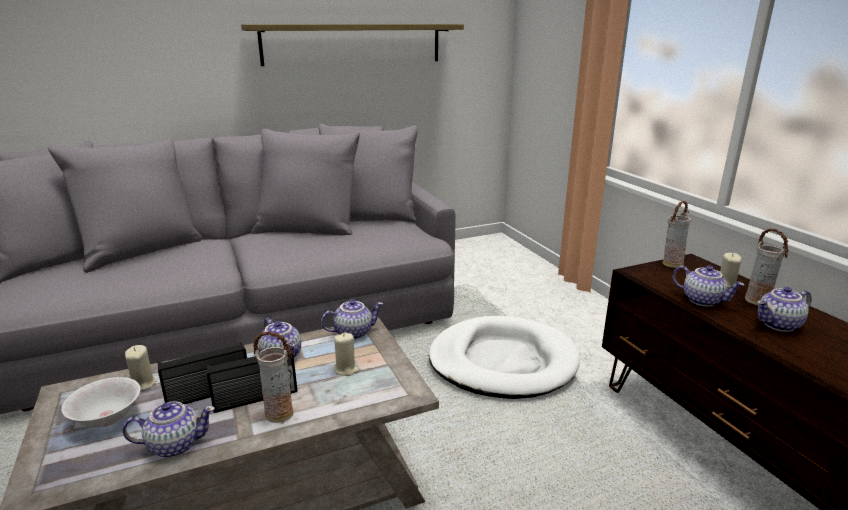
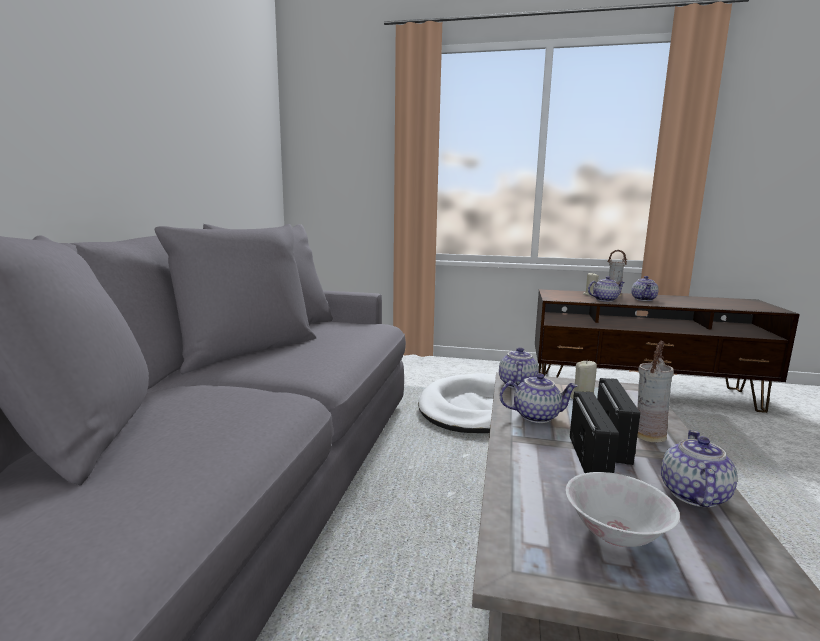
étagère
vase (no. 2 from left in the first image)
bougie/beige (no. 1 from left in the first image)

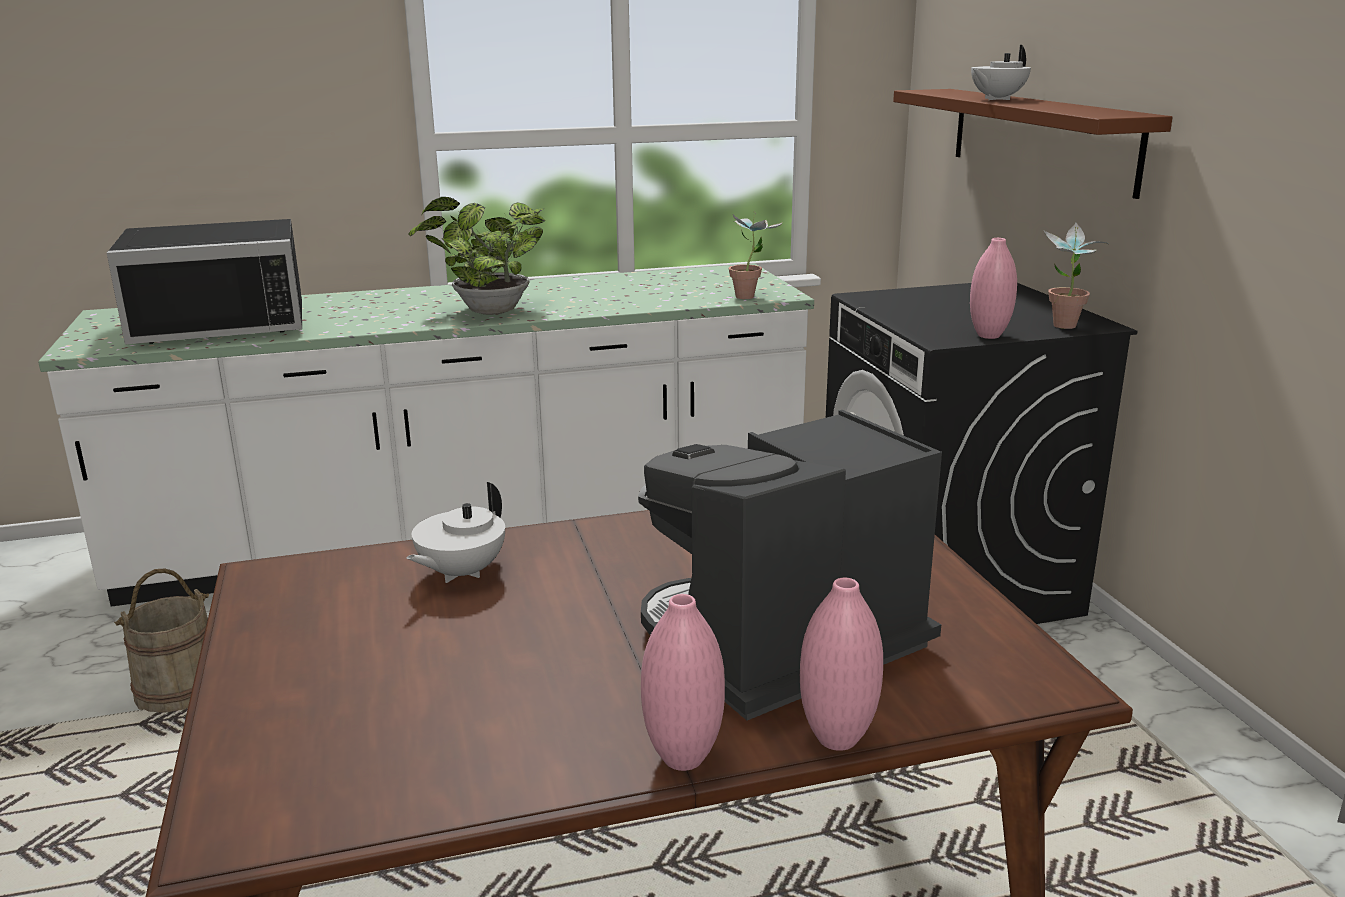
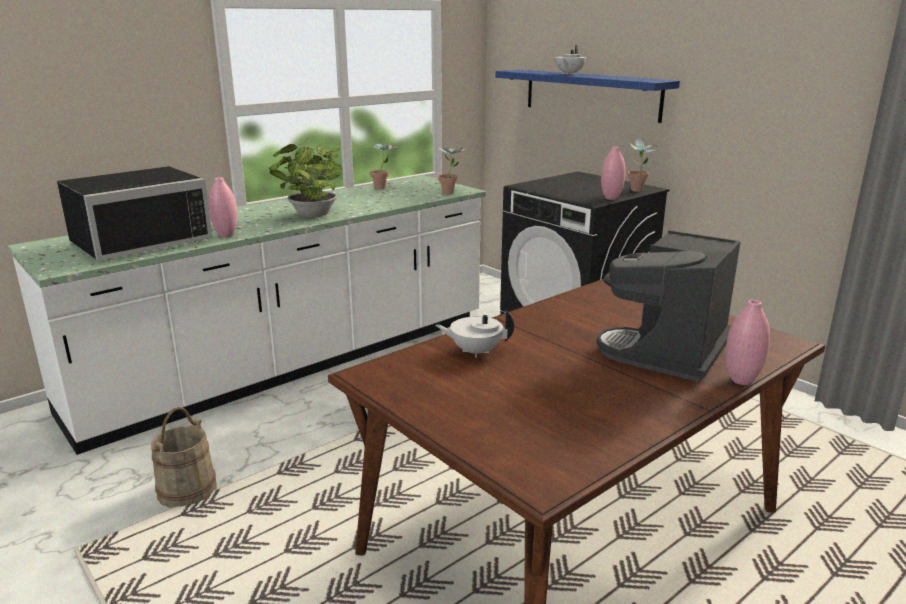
étagère/bleu
théière/blanc (no. 1 from left)
vase/rose (no. 1 from left)
plante en pot (no. 2 from left)

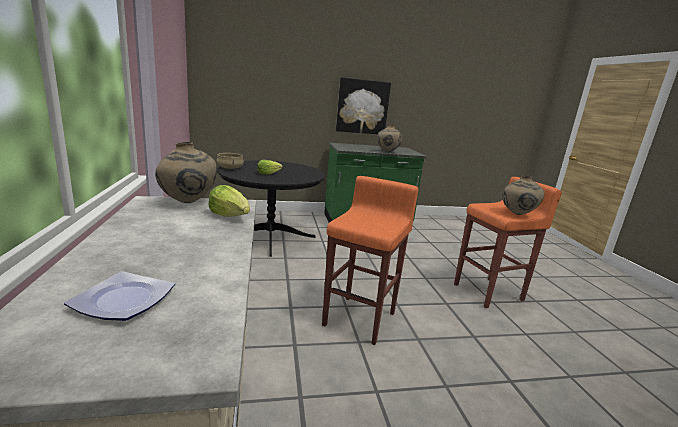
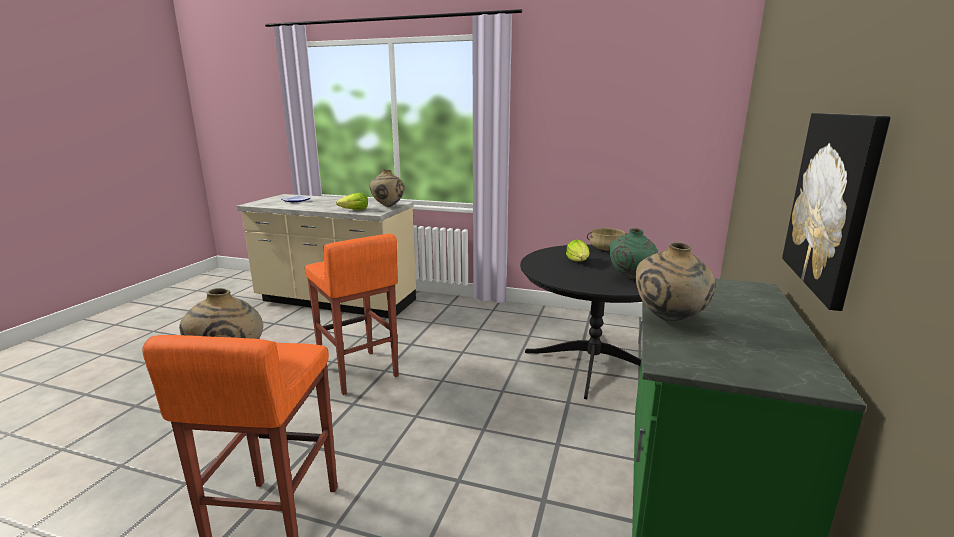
vase/vert

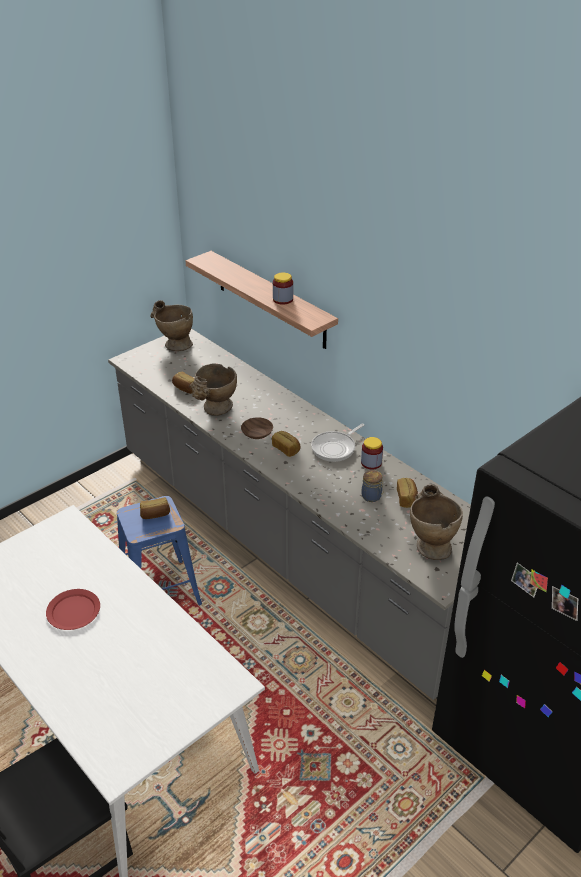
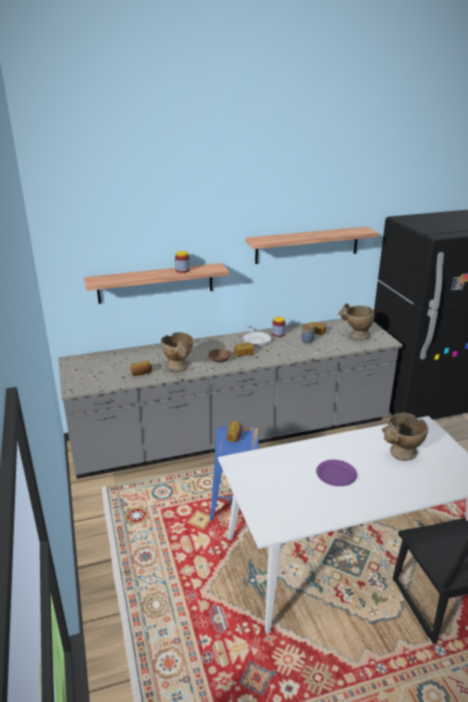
vase/beige (no. 3 from left)
assiette/violet
étagère (no. 2 from left)

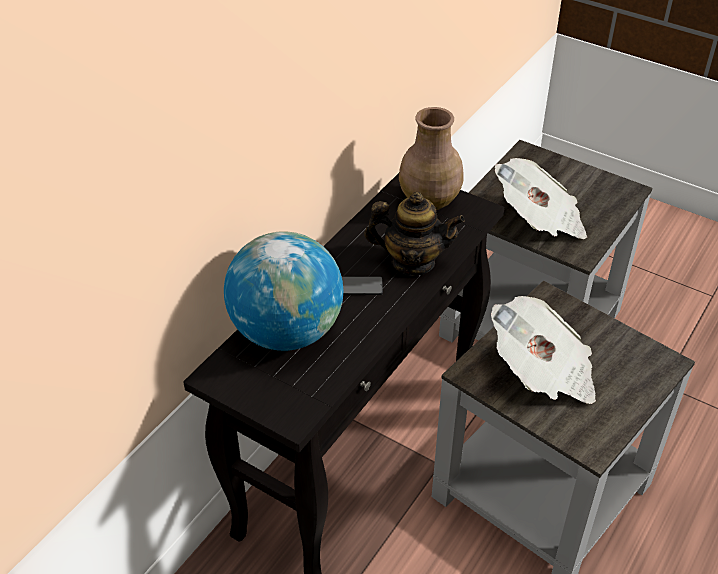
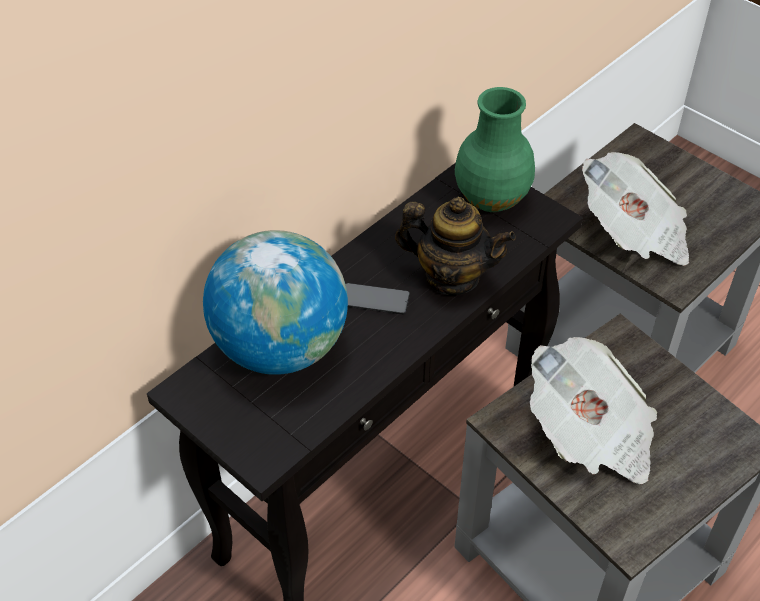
vase/vert

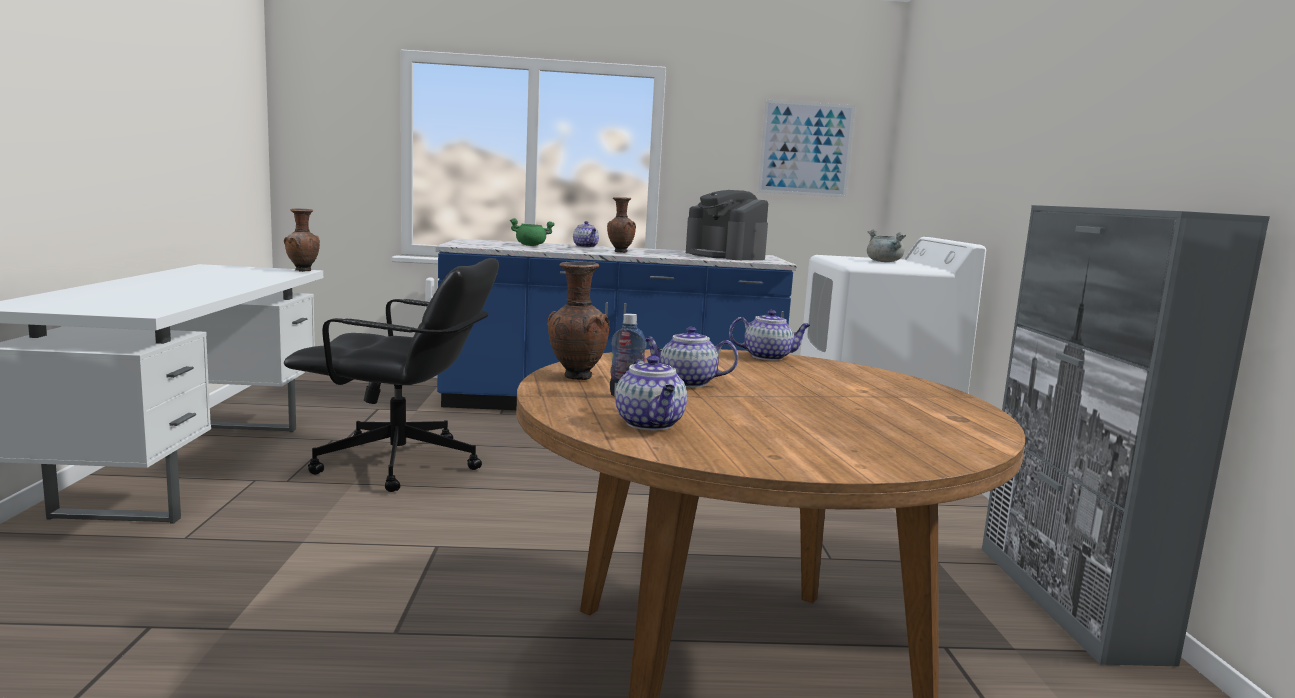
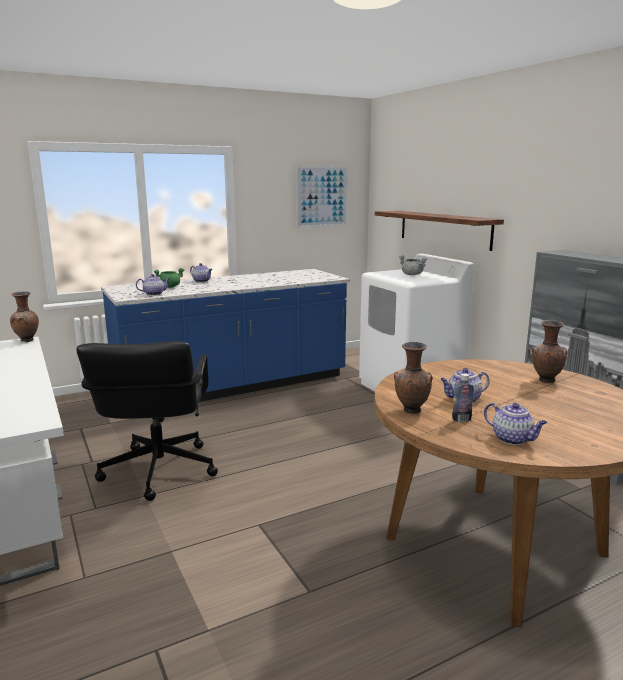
machine à café
vase/marron (no. 3 from left)
chaise de bureau/noir
théière (no. 1 from left)
étagère

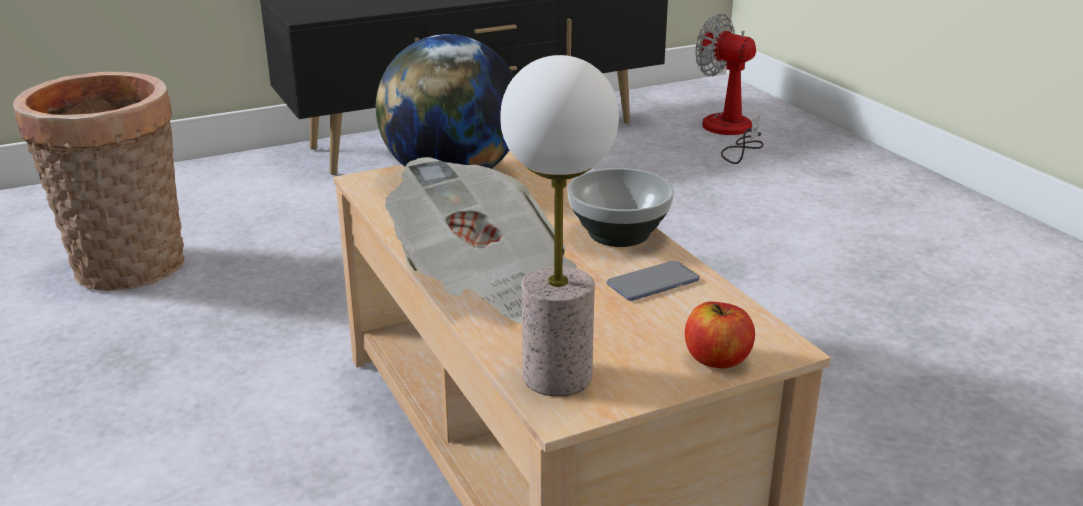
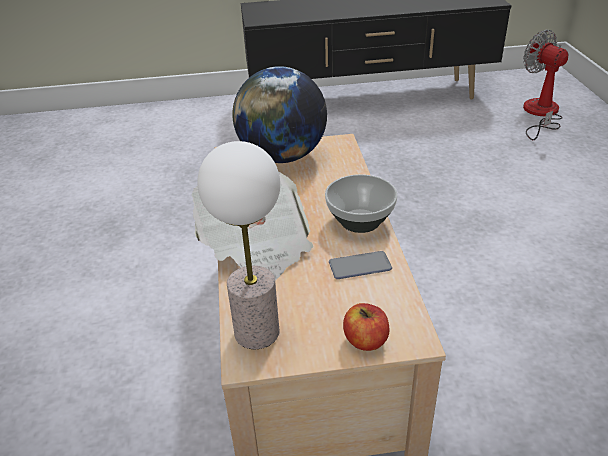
panier

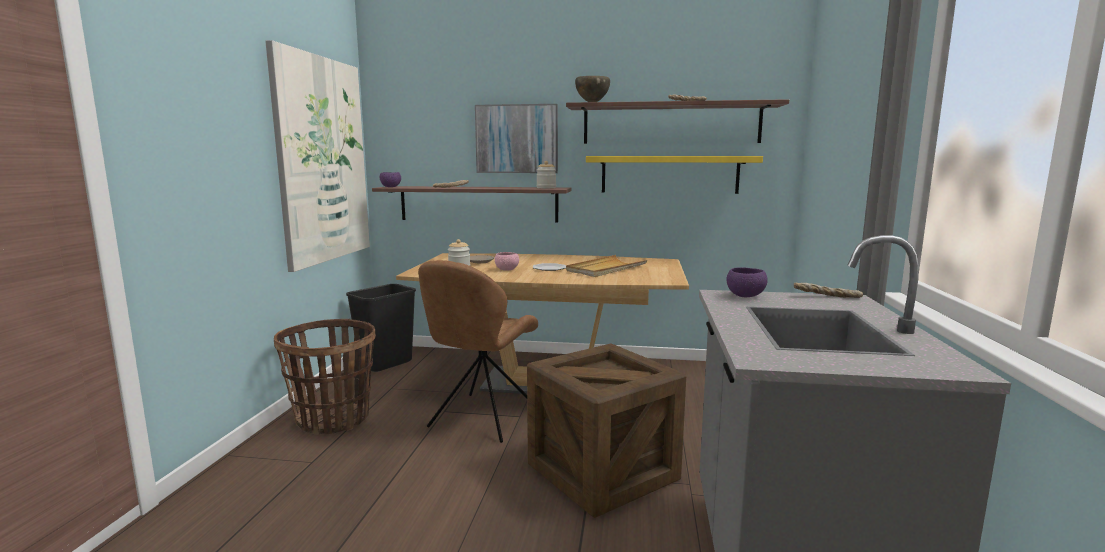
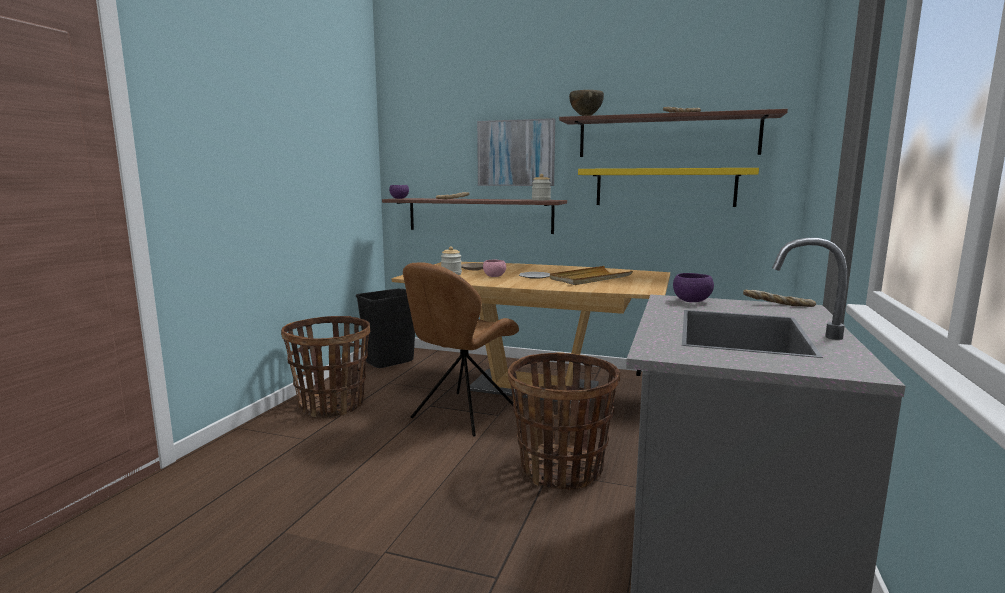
tableau (no. 1 from left in the first image)
panier (no. 2 from left)

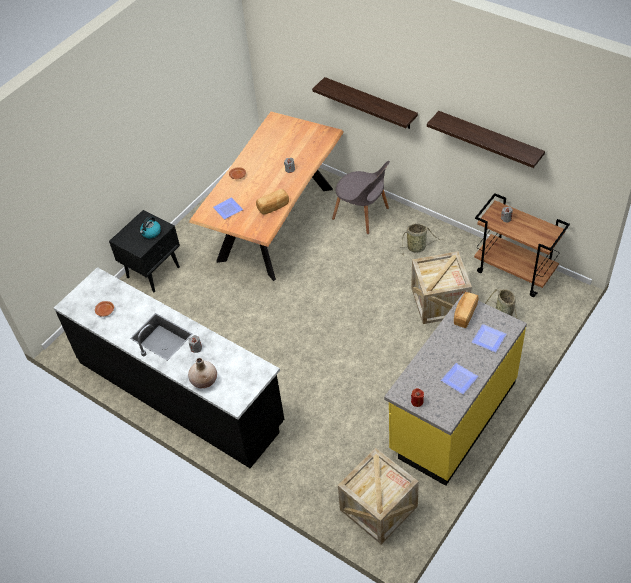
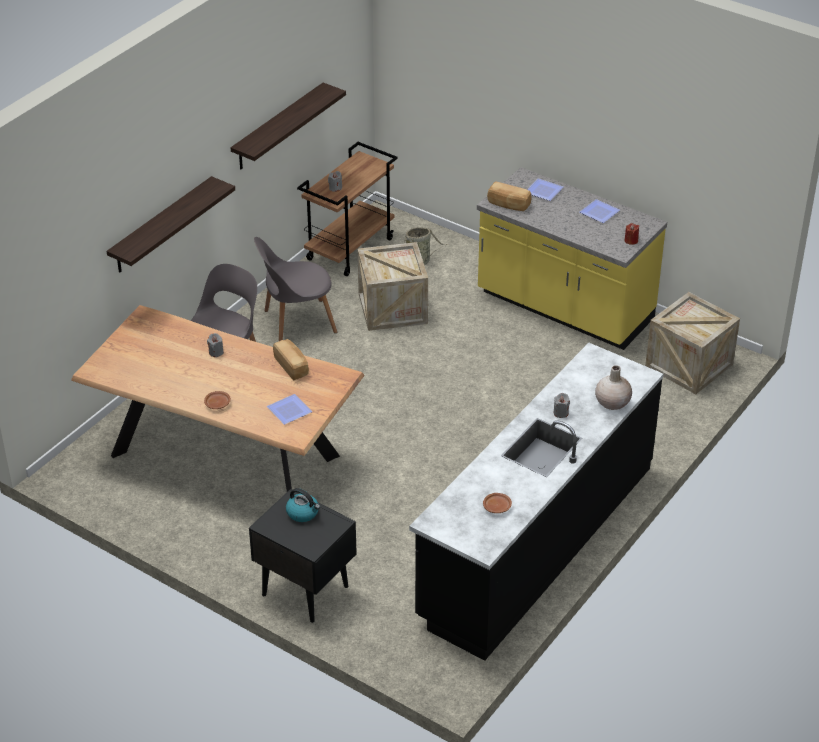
chaise/gris (no. 2 from left)

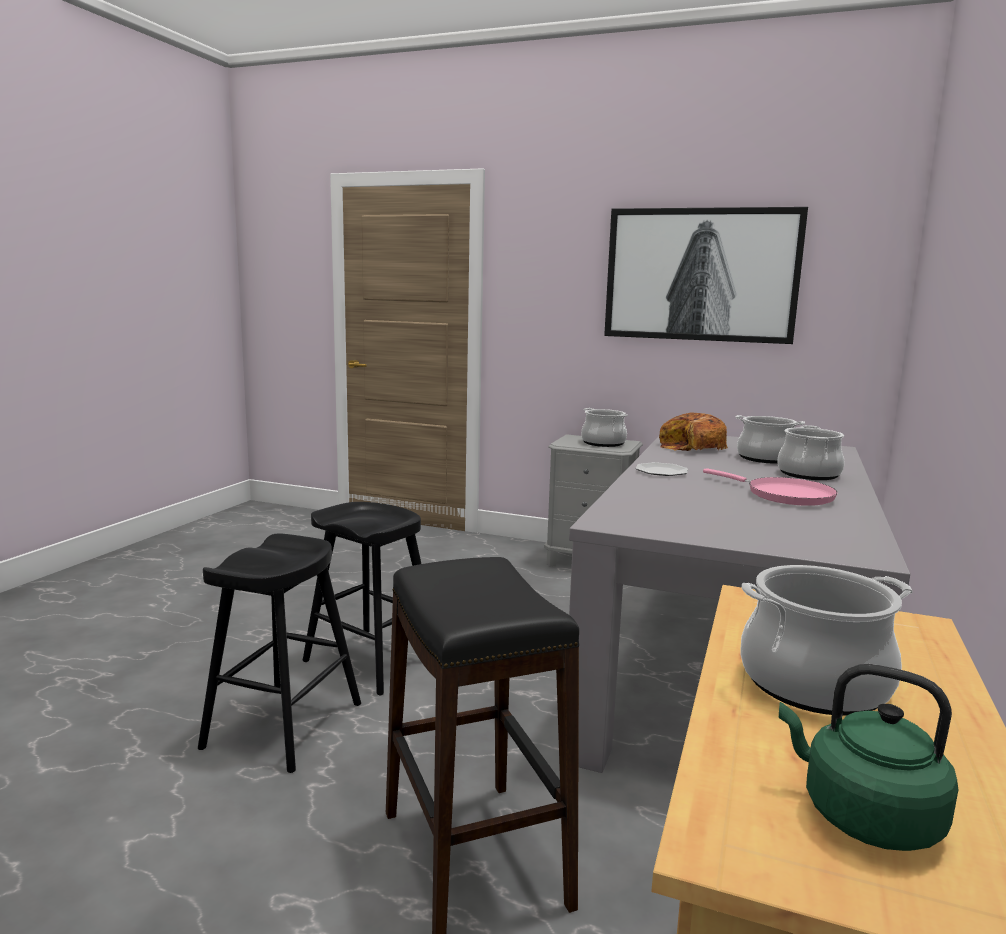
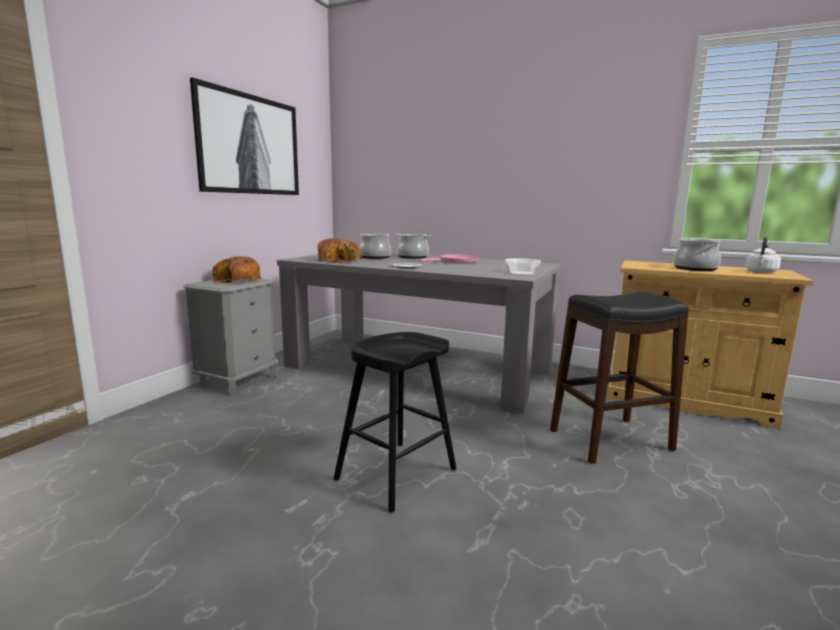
pain (no. 1 from left)
tabouret/noir (no. 1 from left in the first image)
bouilloire/blanc
bol

